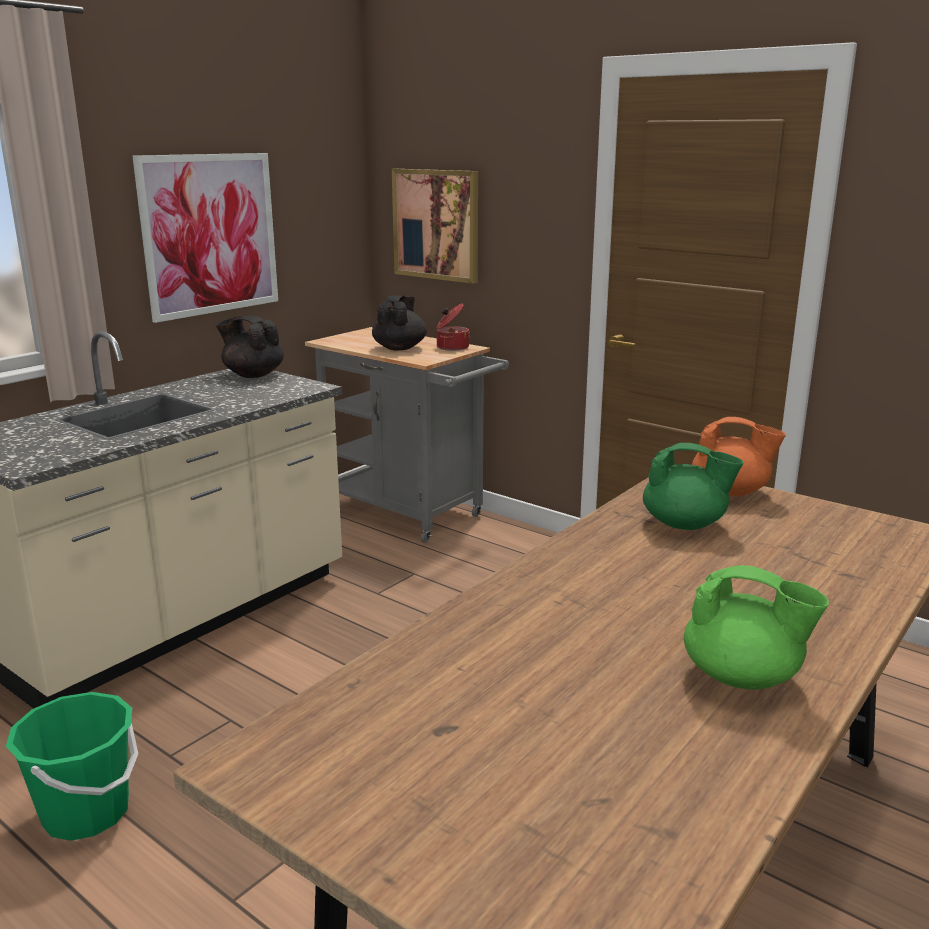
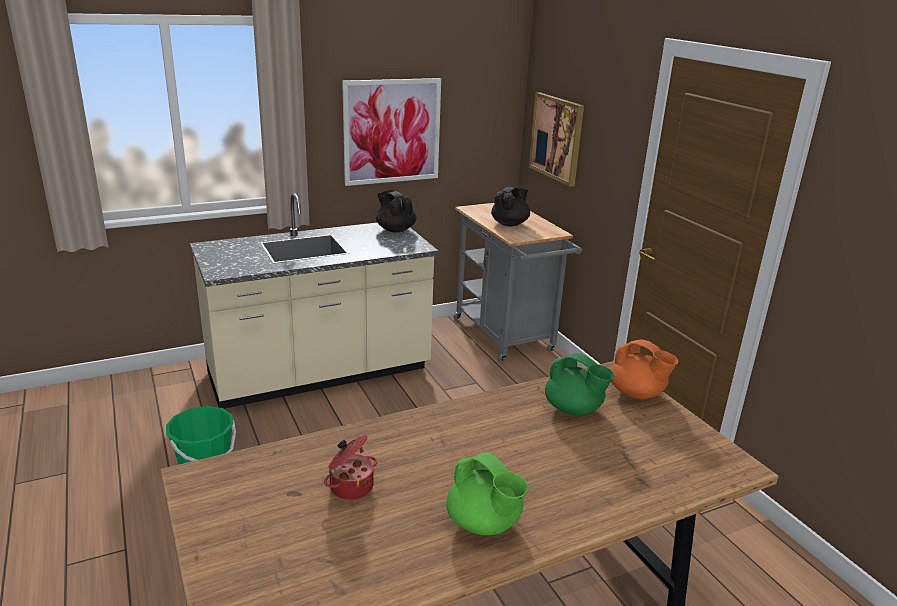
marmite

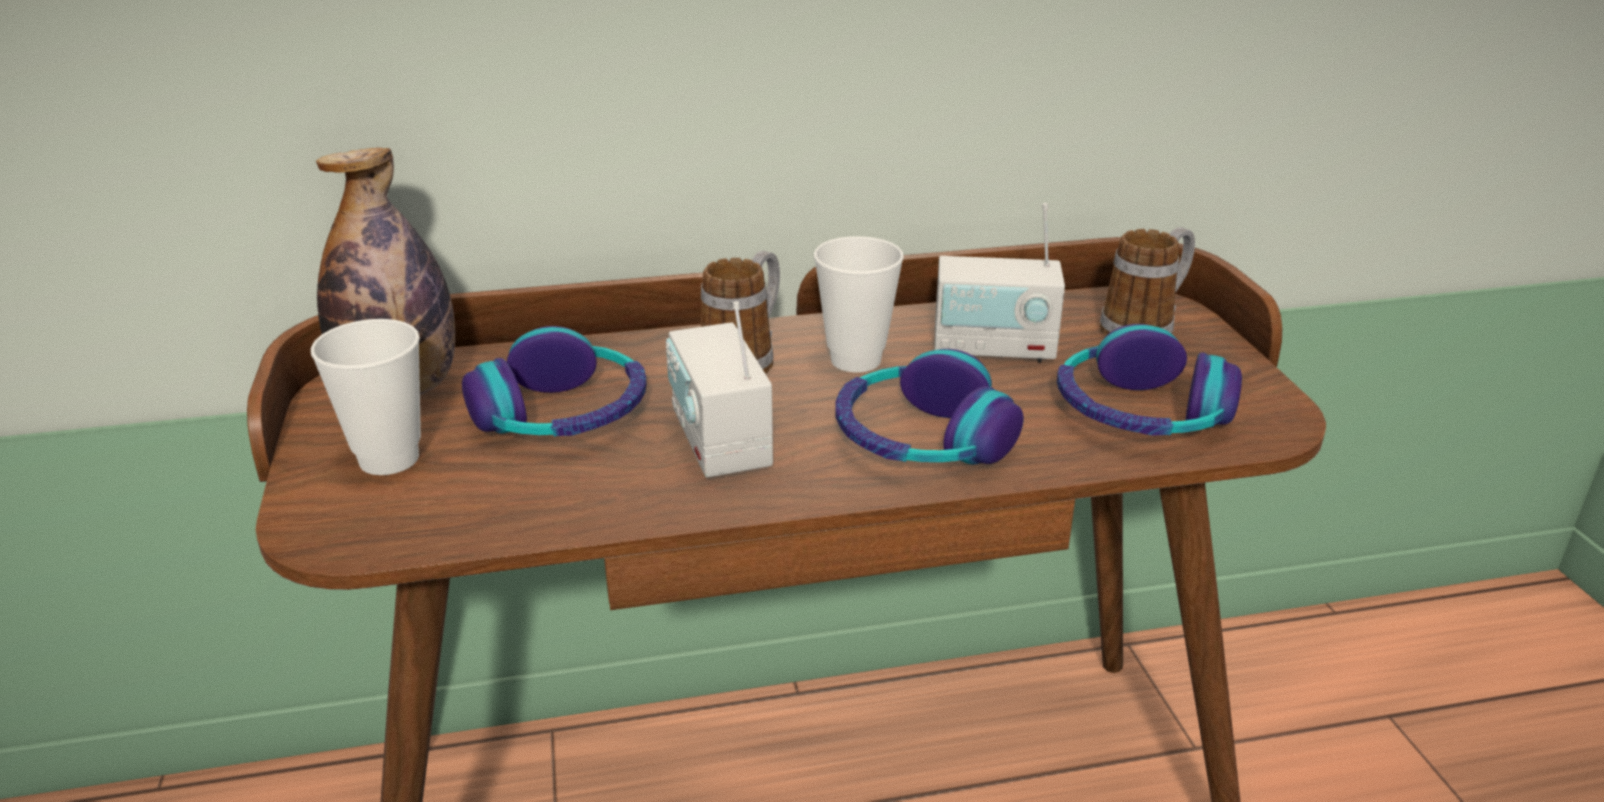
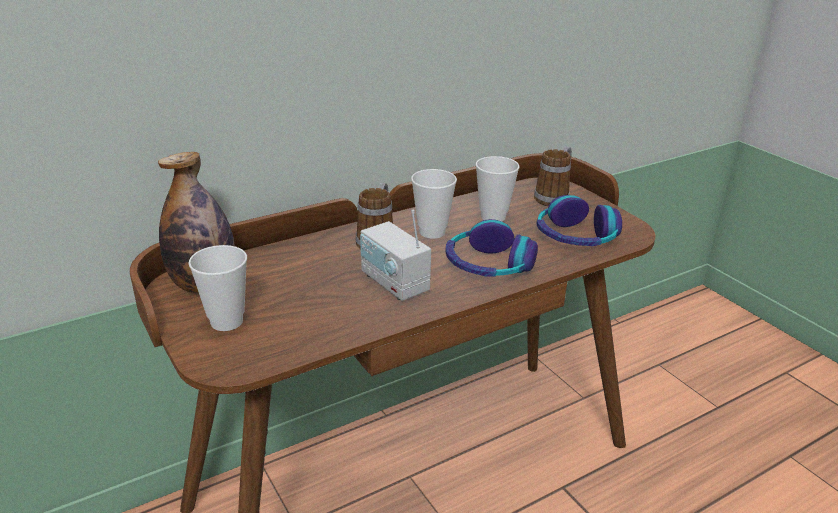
tasse (no. 3 from left)
casque audio (no. 1 from left in the first image)

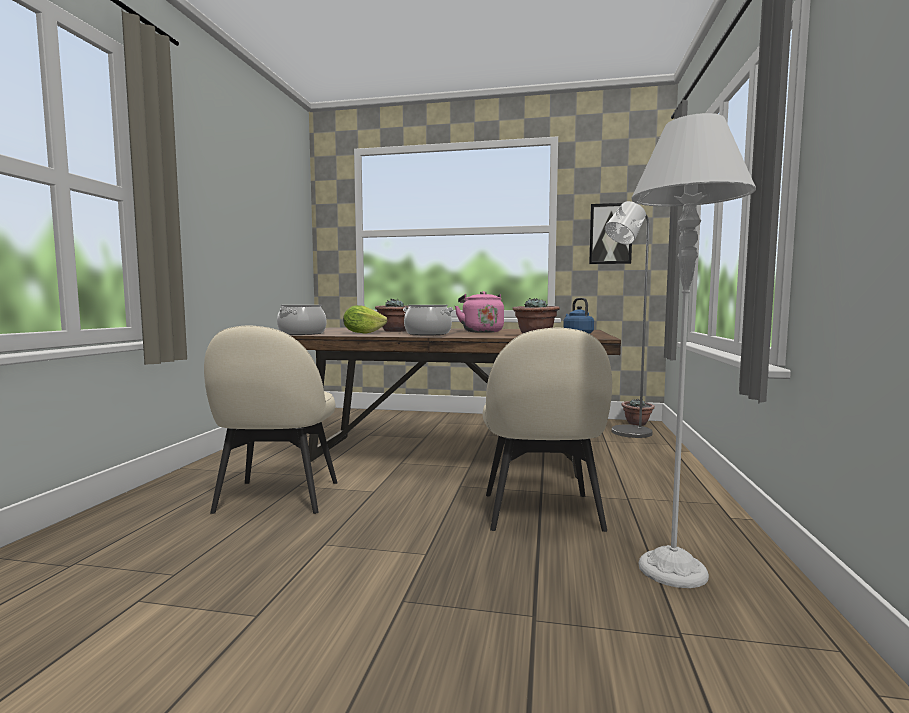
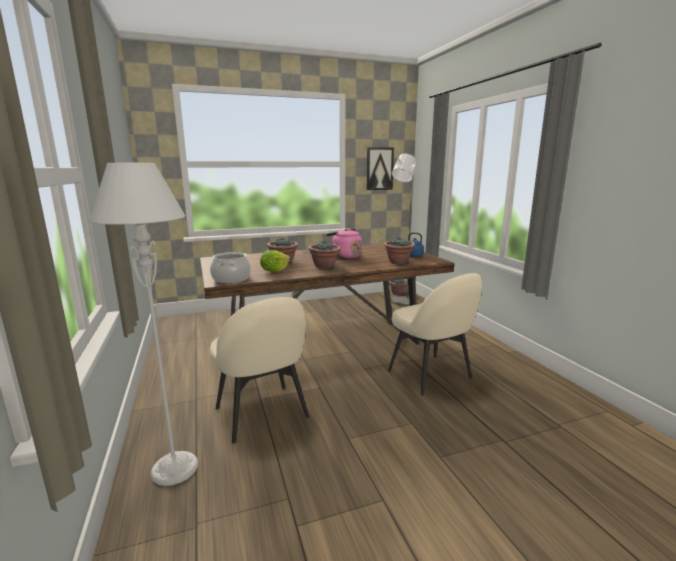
lampadaire/gris (no. 1 from left)
plante en pot (no. 2 from left)

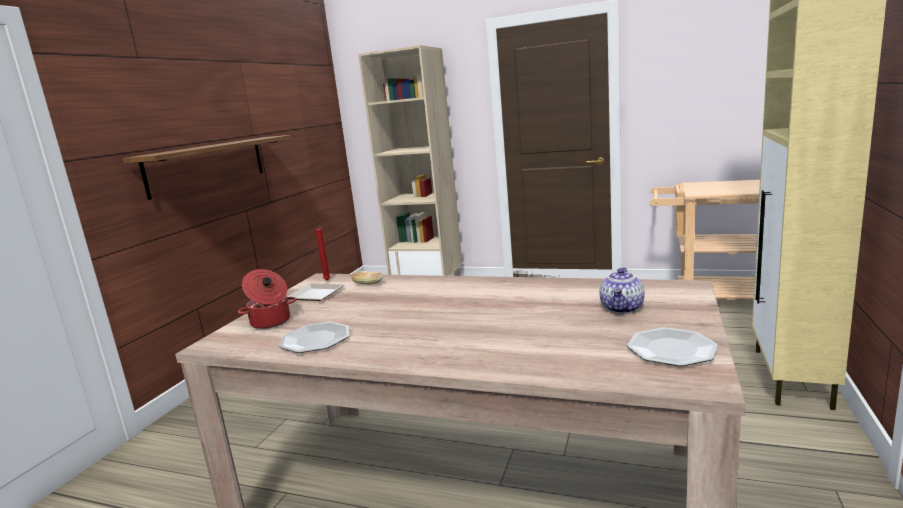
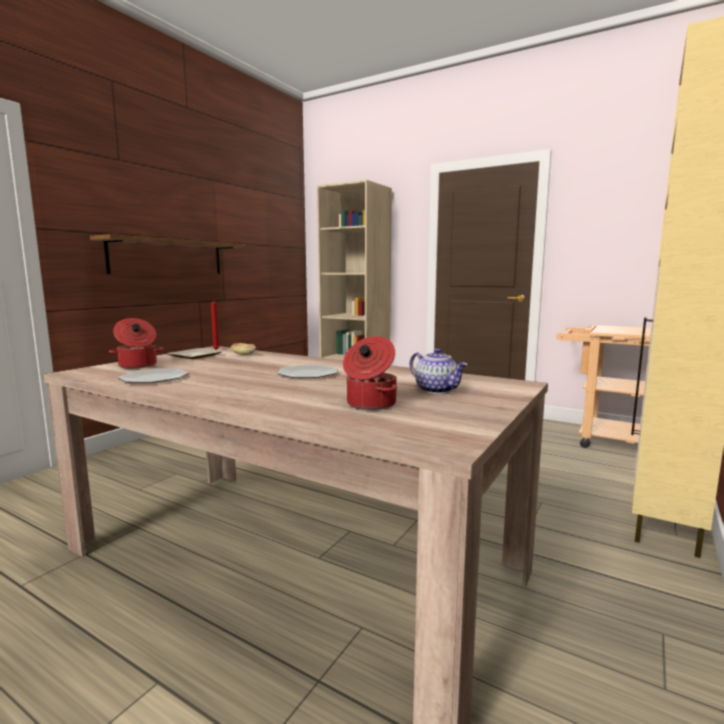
théière
assiette (no. 3 from left)
marmite (no. 2 from left)

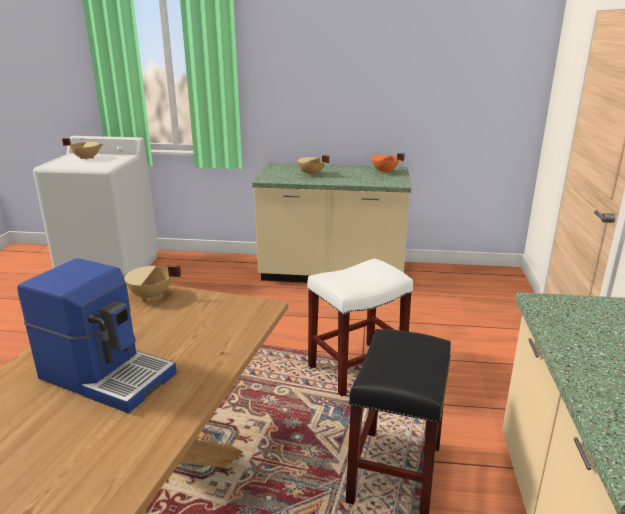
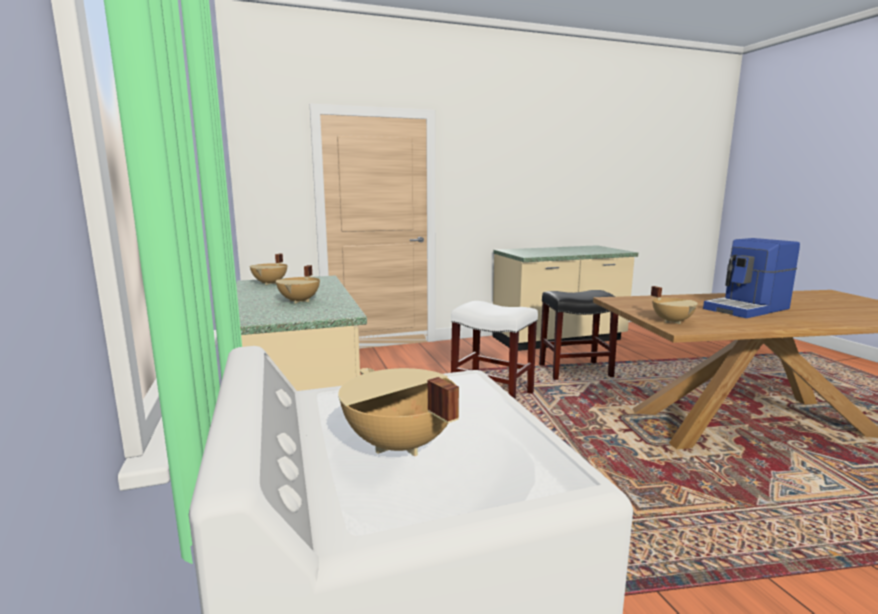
marmite/beige (no. 1 from left)
machine à café

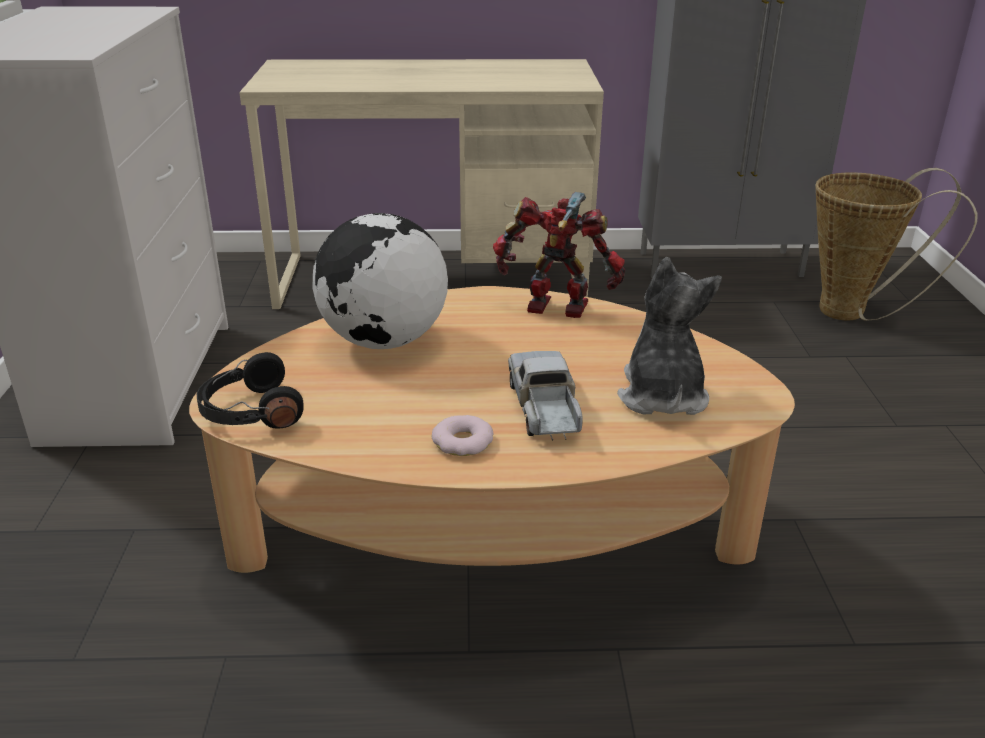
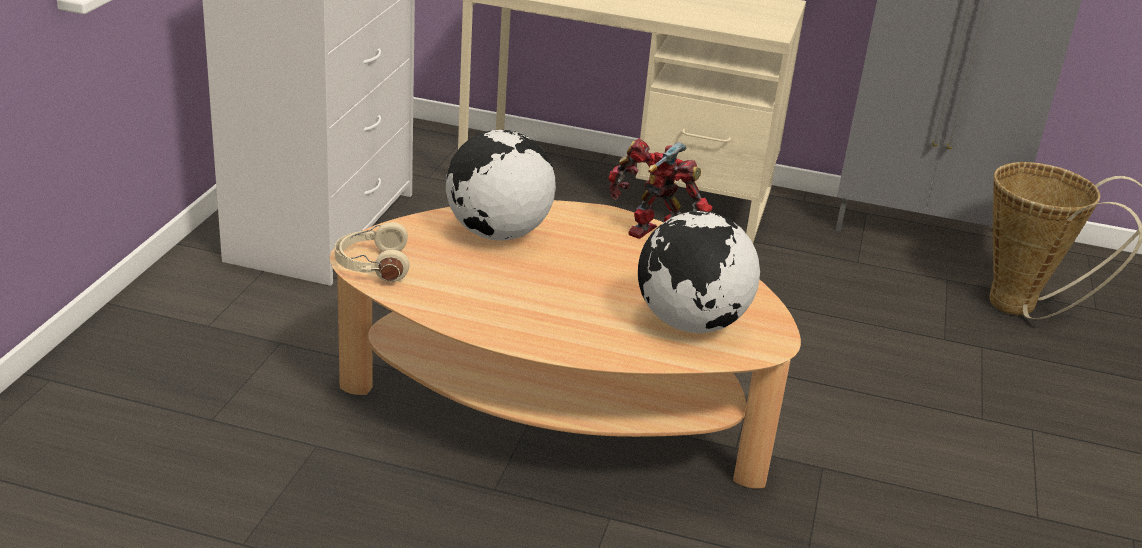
globe (no. 2 from left)
camion jouet
casque audio/beige
beignet

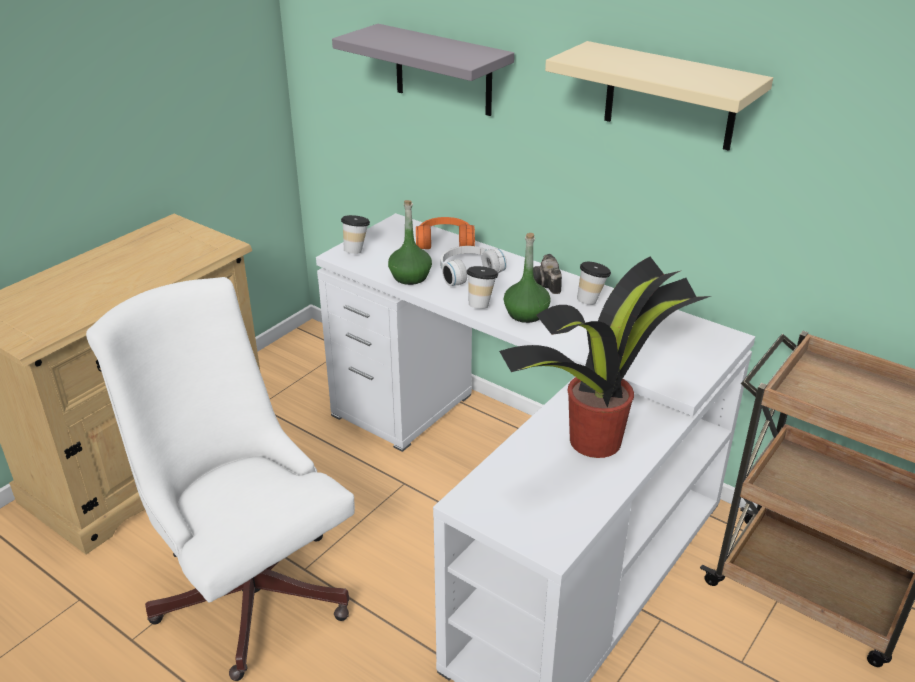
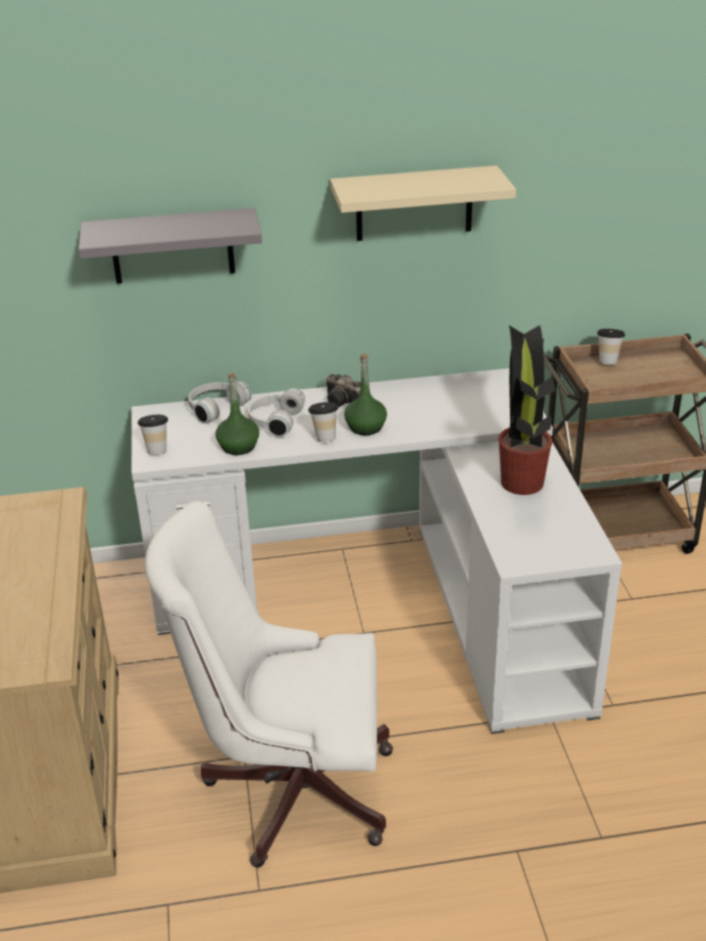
casque audio/blanc (no. 1 from left)
tasse (no. 3 from left)

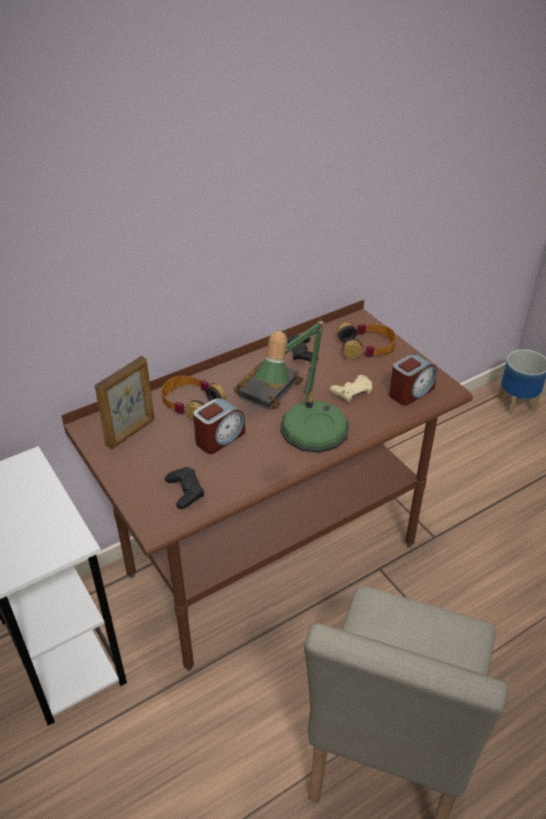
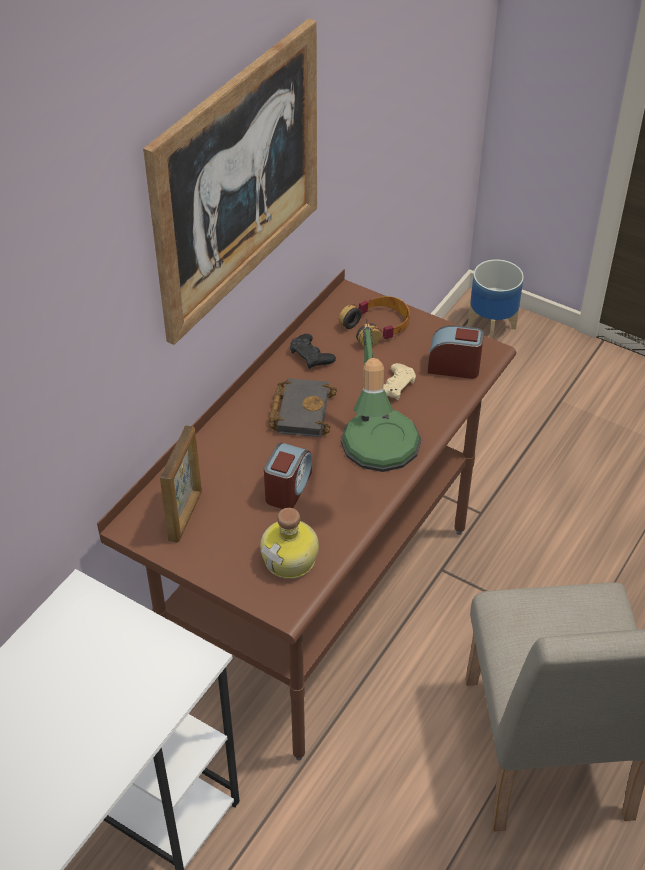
réveil (no. 2 from left)
casque audio (no. 1 from left in the first image)
bouteille
tableau

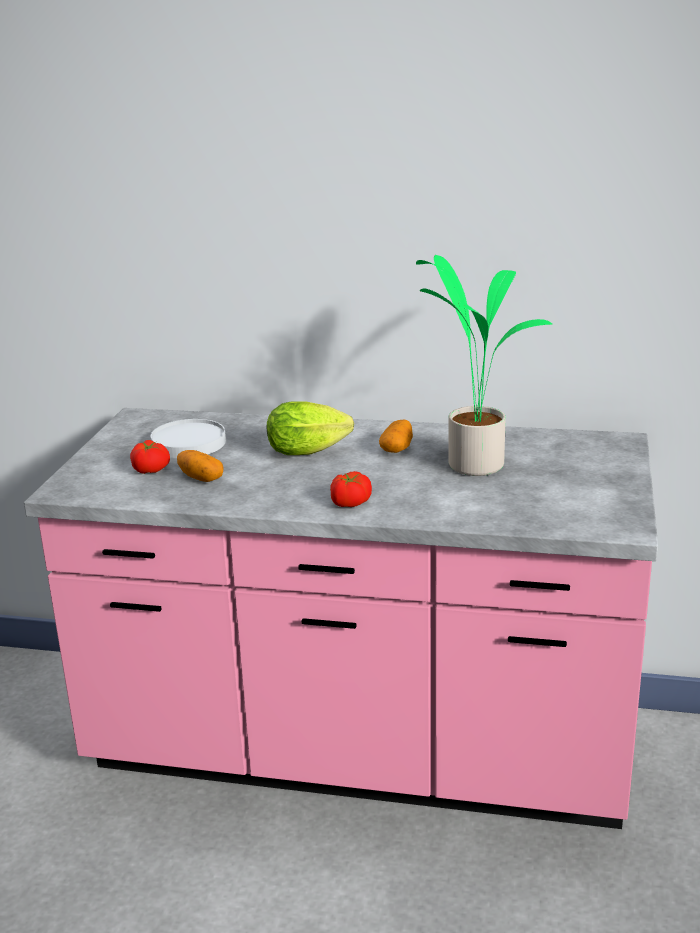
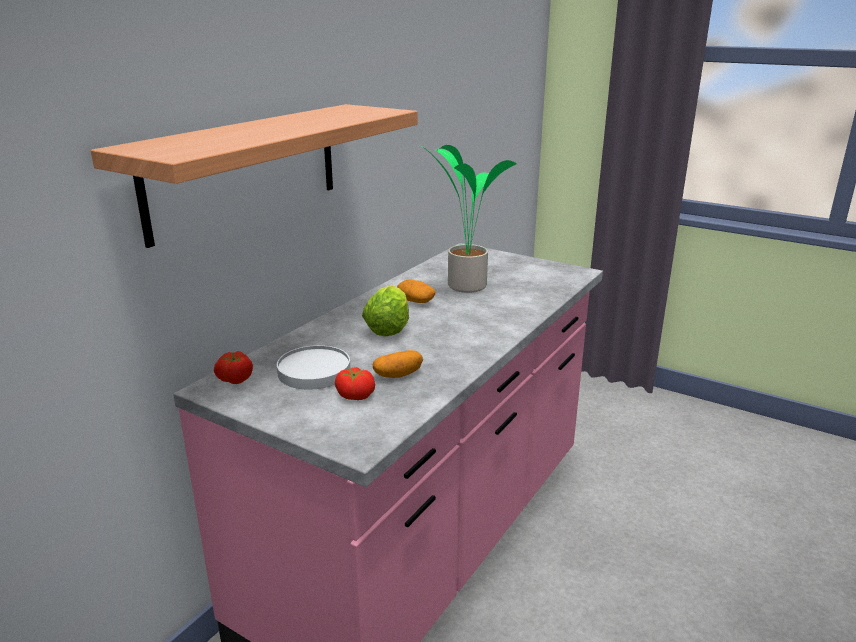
tomate (no. 1 from left)
étagère

